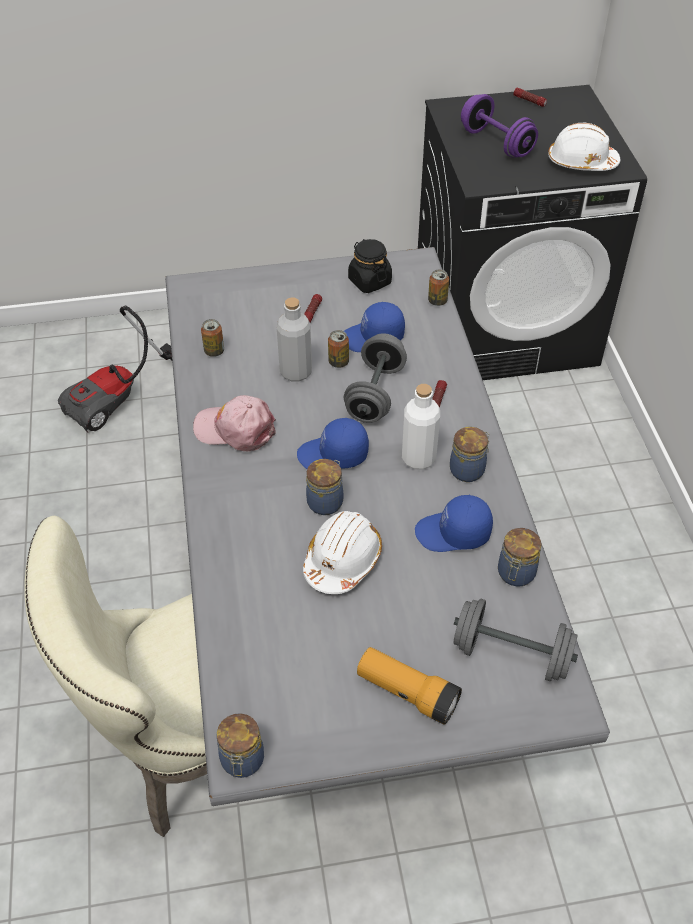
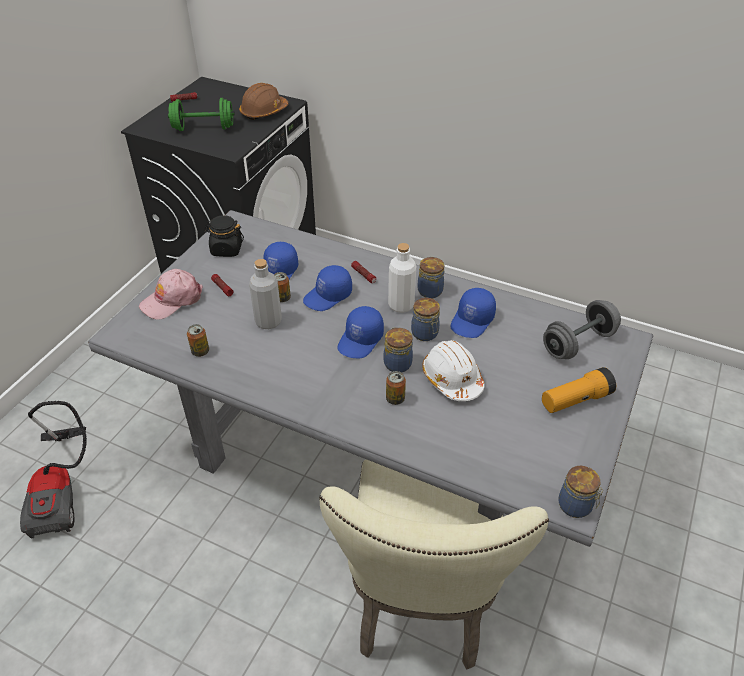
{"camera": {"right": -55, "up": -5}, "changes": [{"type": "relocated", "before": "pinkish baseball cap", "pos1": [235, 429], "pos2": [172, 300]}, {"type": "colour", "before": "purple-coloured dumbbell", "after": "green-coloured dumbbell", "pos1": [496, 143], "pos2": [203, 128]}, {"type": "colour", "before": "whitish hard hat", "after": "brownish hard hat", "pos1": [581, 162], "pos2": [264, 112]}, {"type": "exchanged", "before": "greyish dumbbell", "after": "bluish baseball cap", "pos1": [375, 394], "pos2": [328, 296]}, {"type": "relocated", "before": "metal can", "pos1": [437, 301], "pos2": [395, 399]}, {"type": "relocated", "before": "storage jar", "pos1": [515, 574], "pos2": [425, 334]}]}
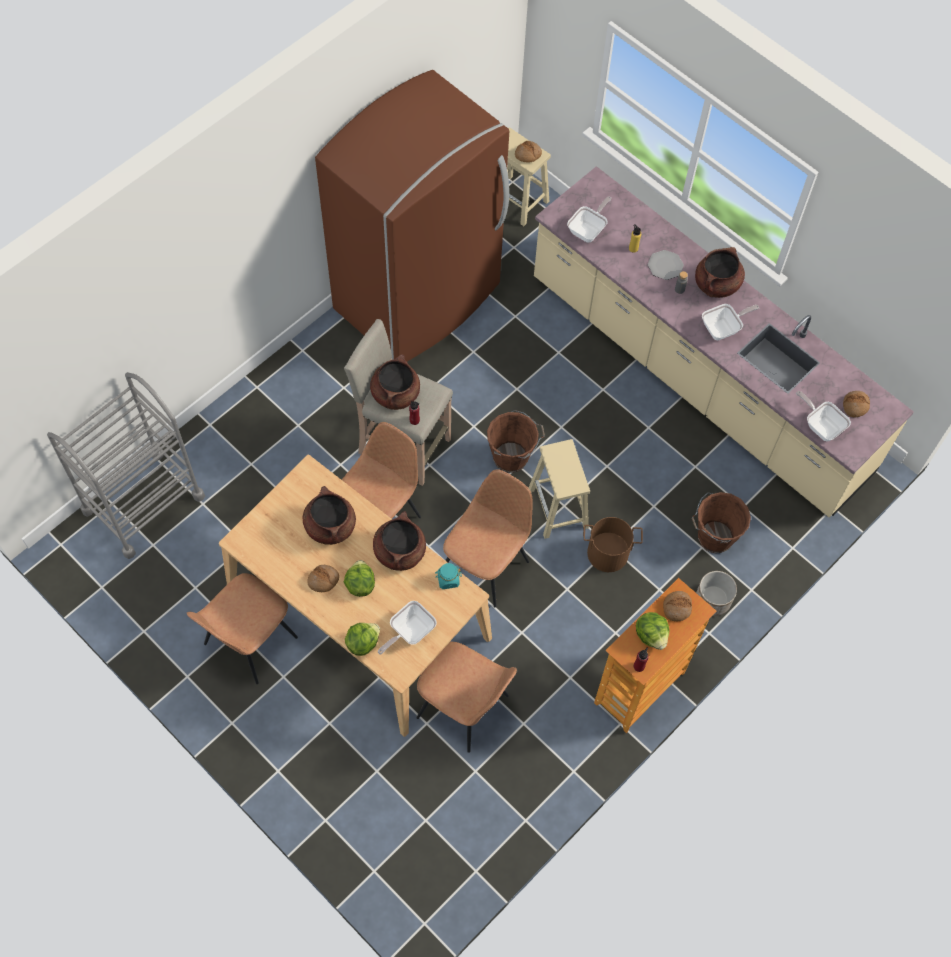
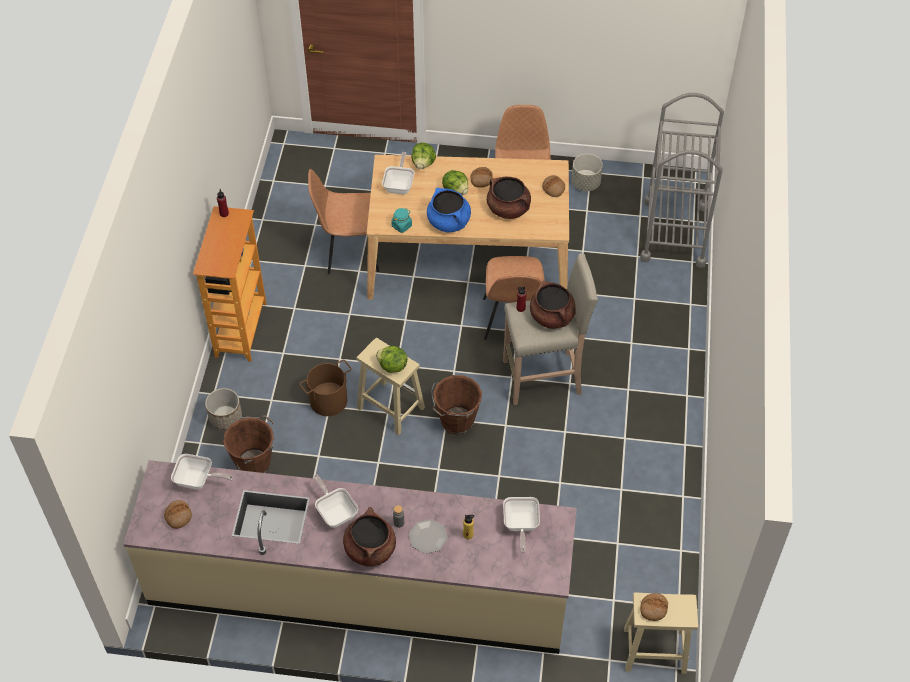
{"camera": {"right": 145, "up": -10}, "changes": [{"type": "spun", "before": "pan", "pos1": [723, 328], "pos2": [335, 512], "turn": 120}, {"type": "relocated", "before": "lettuce", "pos1": [651, 635], "pos2": [392, 366]}, {"type": "colour", "before": "brownish stockpot", "after": "bluish stockpot", "pos1": [399, 551], "pos2": [449, 222]}, {"type": "relocated", "before": "bread", "pos1": [677, 607], "pos2": [553, 188]}, {"type": "appeared", "after": "greyish planter", "pos2": [585, 184]}, {"type": "missing", "before": "brownish kitchen fridge", "pos1": [419, 298]}, {"type": "missing", "before": "brownish upright chair", "pos1": [486, 564]}]}
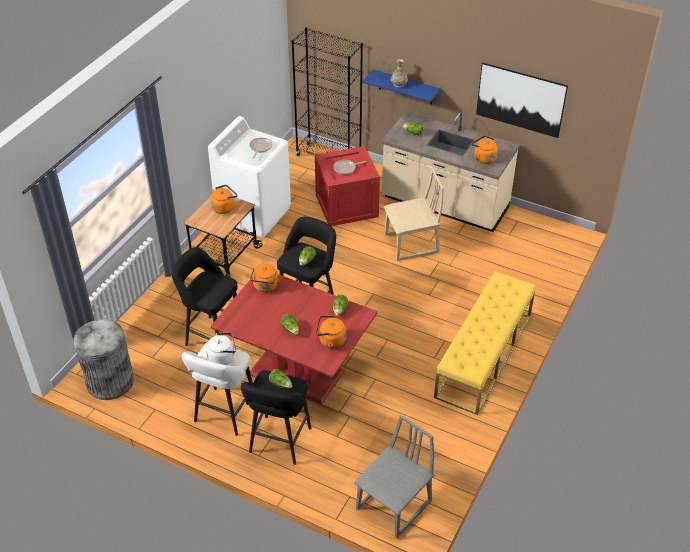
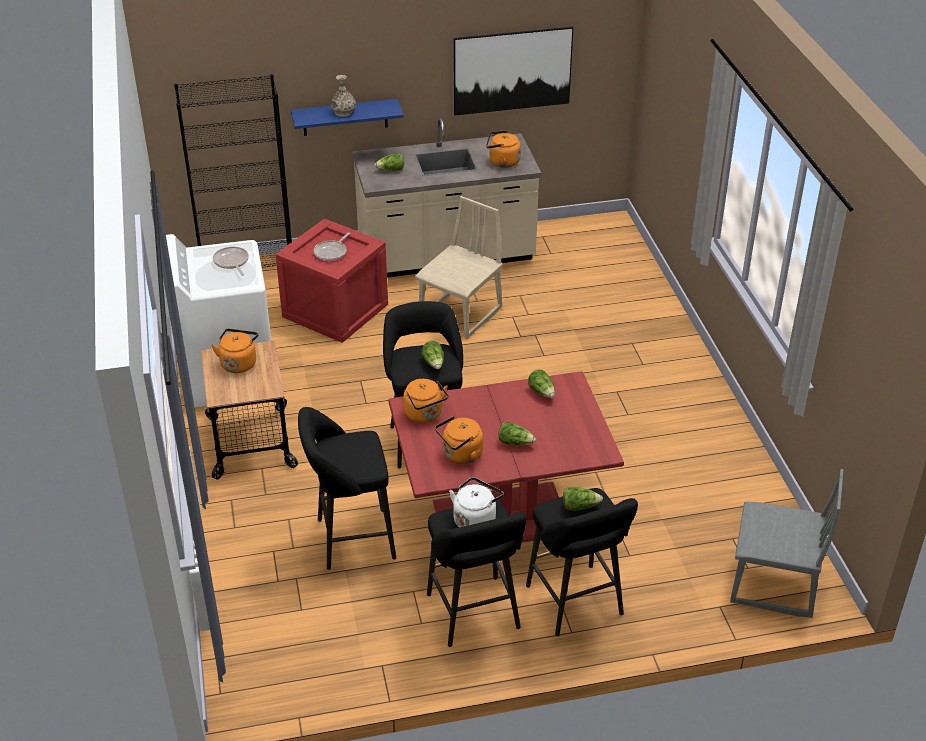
{"camera": {"right": -40, "up": -5}, "changes": [{"type": "colour", "before": "whitish sitting stool", "after": "black-coloured sitting stool", "pos1": [224, 414], "pos2": [475, 615]}, {"type": "relocated", "before": "orange-coloured water kettle", "pos1": [330, 341], "pos2": [460, 455]}, {"type": "spun", "before": "greyish upright chair", "pos1": [394, 506], "pos2": [773, 584], "turn": 105}, {"type": "missing", "before": "greyish waste bin", "pos1": [109, 381]}, {"type": "missing", "before": "yellow bench", "pos1": [484, 355]}]}
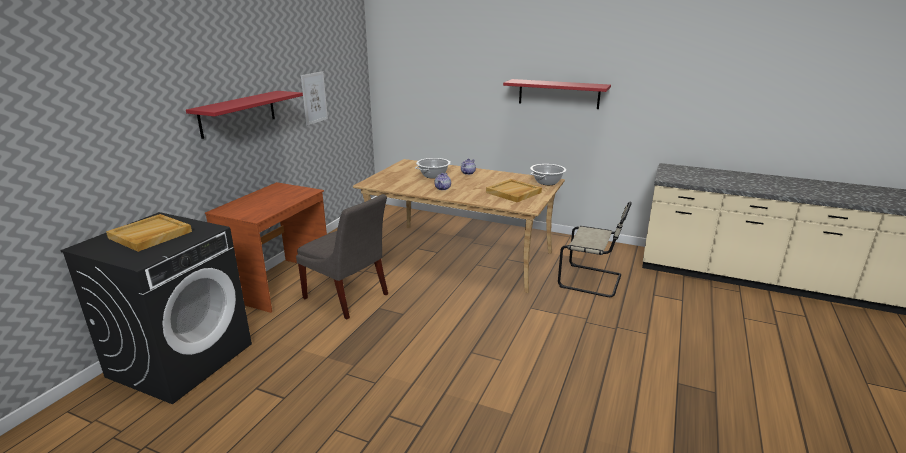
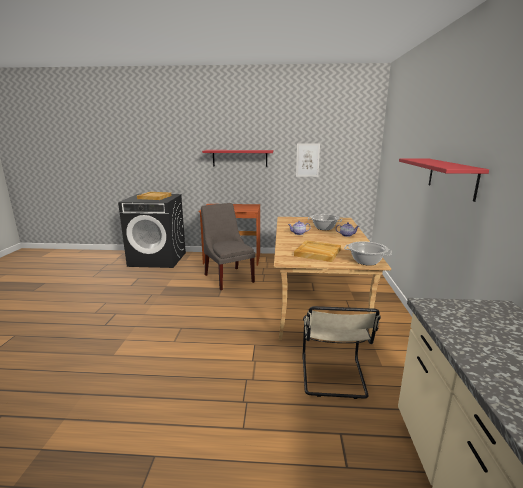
{"camera": {"right": 70, "up": -5}, "changes": [{"type": "spun", "before": "greyish upright chair", "pos1": [348, 298], "pos2": [228, 277], "turn": 135}]}
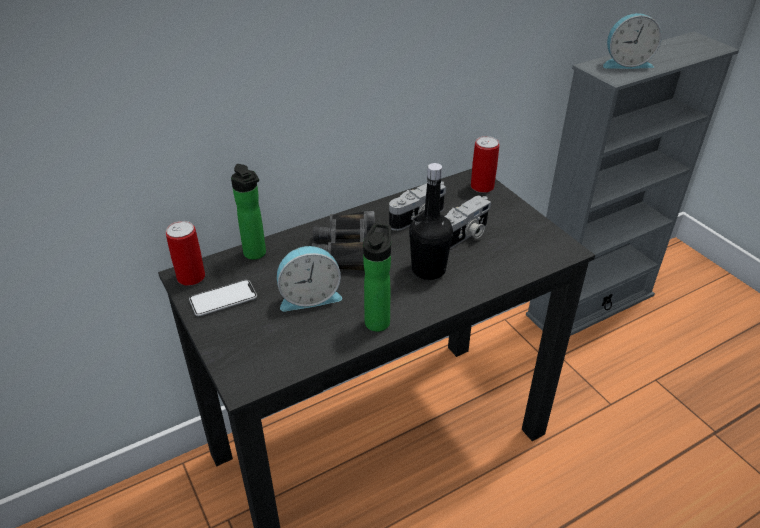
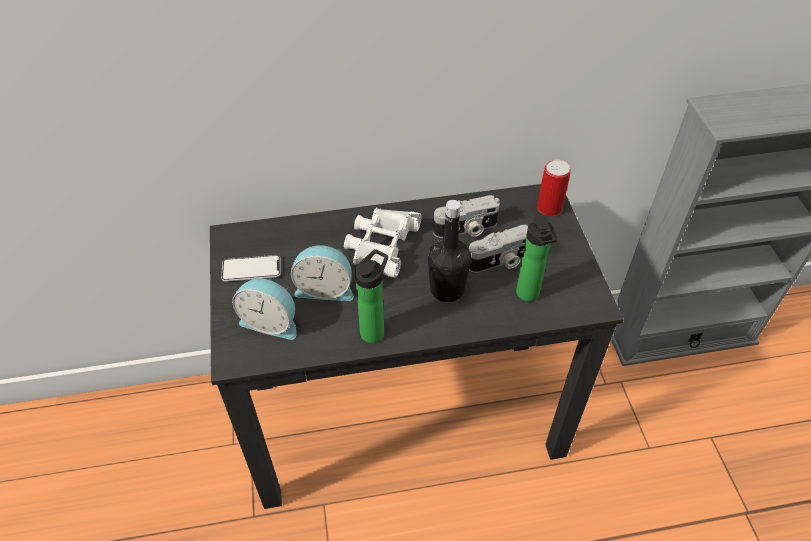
{"camera": {"right": 20, "up": 10}, "changes": [{"type": "relocated", "before": "bedside clock", "pos1": [626, 63], "pos2": [271, 322]}, {"type": "colour", "before": "black-coloured field glasses", "after": "whitish field glasses", "pos1": [345, 248], "pos2": [381, 244]}, {"type": "relocated", "before": "drink bottle", "pos1": [256, 255], "pos2": [528, 296]}, {"type": "missing", "before": "metal can", "pos1": [191, 277]}]}
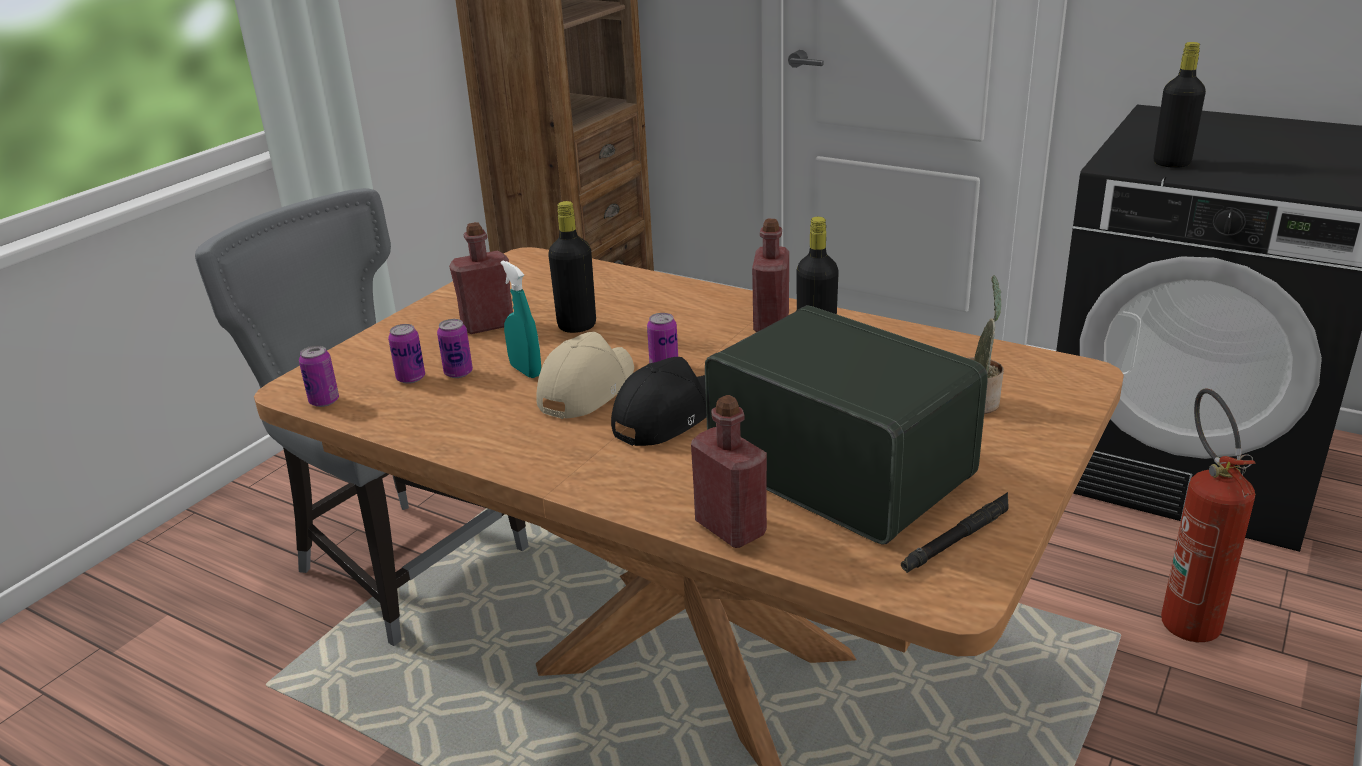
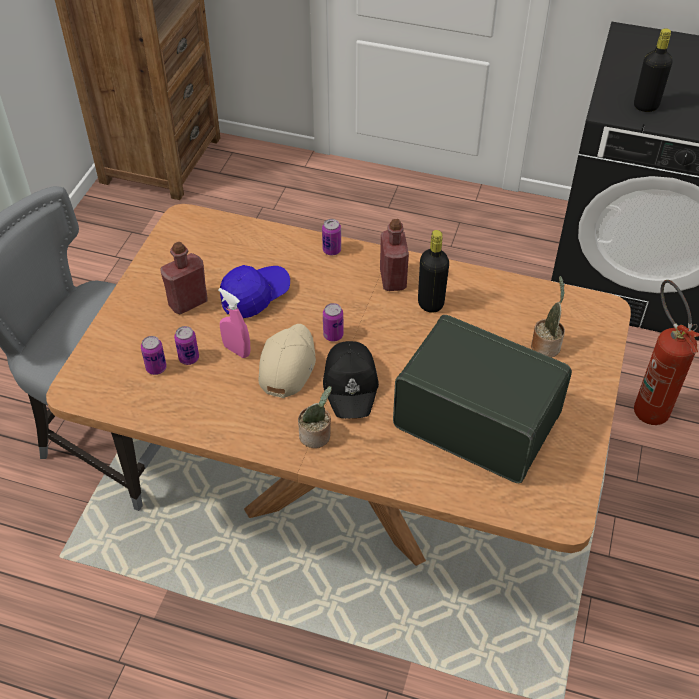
{"camera": {"right": -15, "up": 20}, "changes": [{"type": "colour", "before": "turquoise-coloured spray bottle", "after": "pinkish spray bottle", "pos1": [525, 370], "pos2": [236, 350]}, {"type": "exchanged", "before": "black-coloured drink bottle", "after": "bluish baseball cap", "pos1": [577, 326], "pos2": [255, 296]}, {"type": "appeared", "after": "potted plant", "pos2": [317, 436]}, {"type": "relocated", "before": "metal can", "pos1": [324, 401], "pos2": [331, 250]}, {"type": "spun", "before": "black-coloured baseball cap", "pos1": [666, 415], "pos2": [351, 385], "turn": 150}, {"type": "missing", "before": "red drink bottle", "pos1": [730, 528]}, {"type": "missing", "before": "black-coloured flashlight", "pos1": [958, 538]}]}
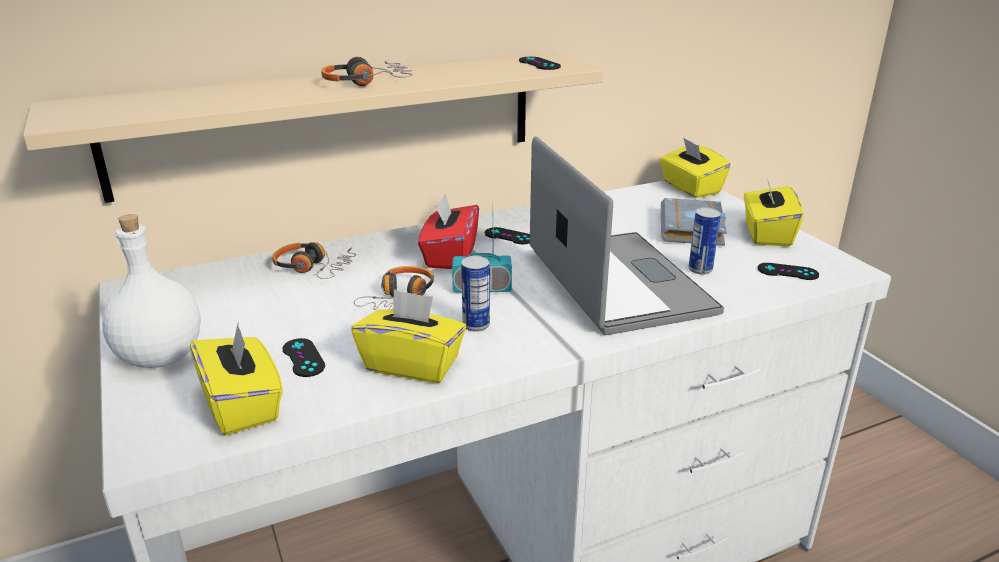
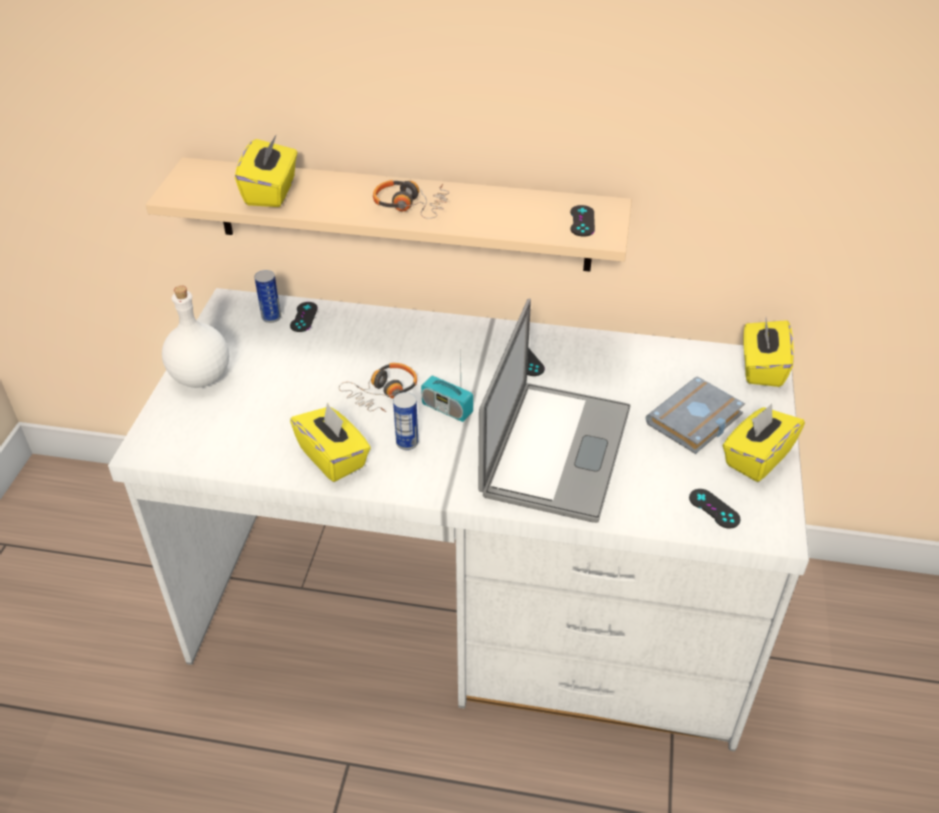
{"camera": {"right": 35, "up": 15}, "changes": [{"type": "relocated", "before": "yellow tissue box", "pos1": [243, 405], "pos2": [271, 192]}, {"type": "relocated", "before": "metal can", "pos1": [700, 269], "pos2": [271, 317]}, {"type": "relocated", "before": "black-coloured game controller", "pos1": [303, 358], "pos2": [304, 317]}, {"type": "missing", "before": "headset", "pos1": [314, 268]}, {"type": "missing", "before": "red tissue box", "pos1": [450, 256]}]}
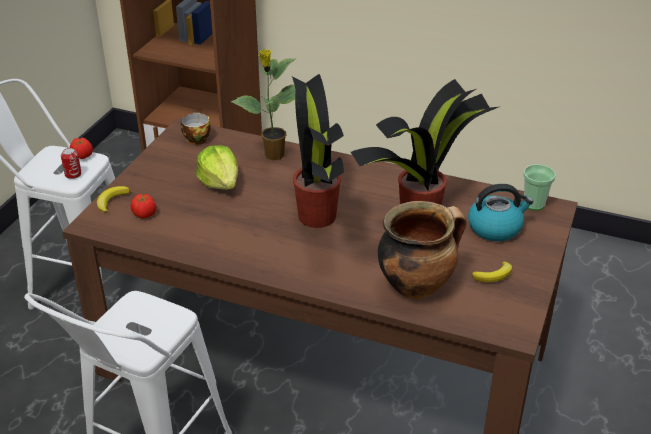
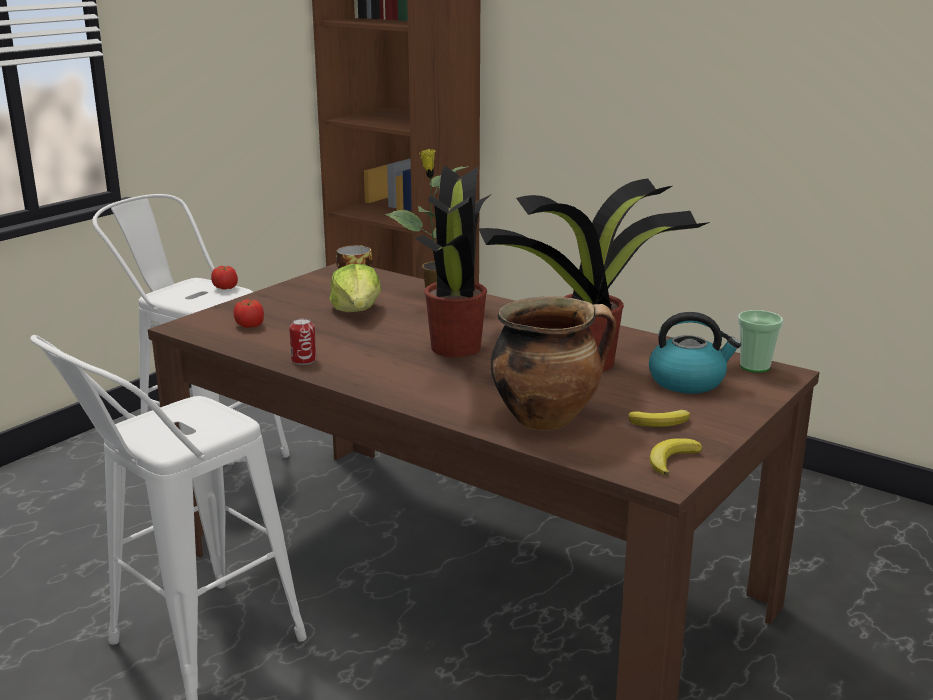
{"camera": {"right": 15, "up": -15}, "changes": [{"type": "relocated", "before": "metal can", "pos1": [73, 174], "pos2": [304, 360]}, {"type": "relocated", "before": "banana fruit", "pos1": [111, 201], "pos2": [671, 460]}]}
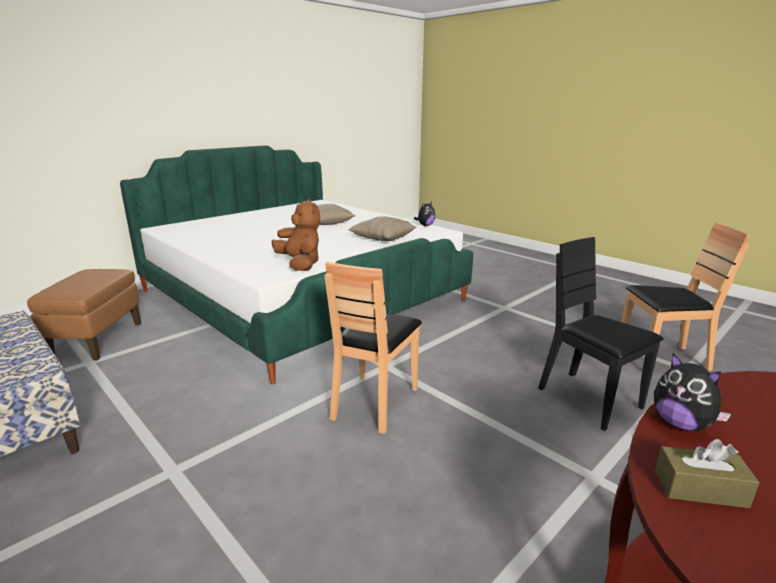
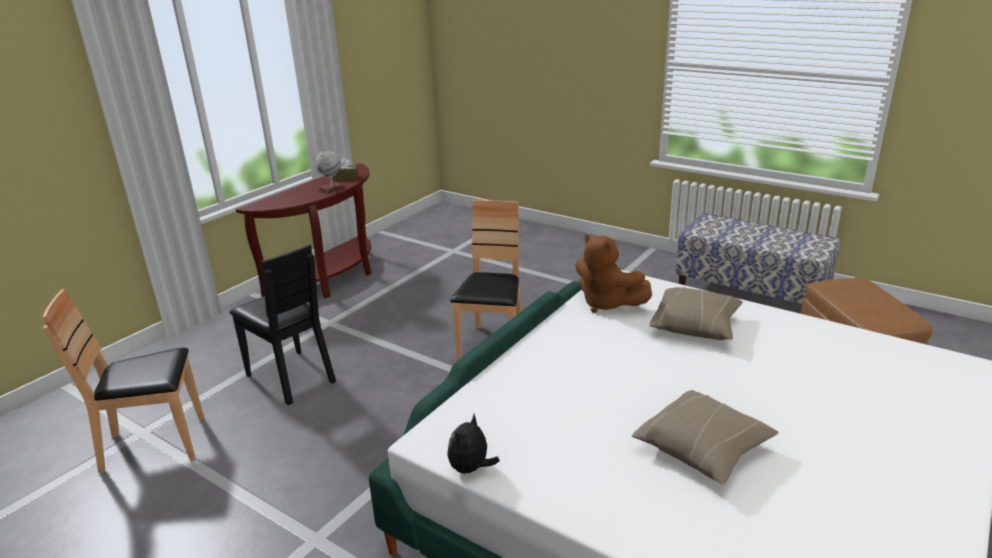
{"camera": {"right": 170, "up": 5}, "changes": [{"type": "exchanged", "before": "cuddly toy", "after": "desk globe", "pos1": [681, 424], "pos2": [332, 189]}, {"type": "relocated", "before": "beige pillow", "pos1": [382, 238], "pos2": [695, 326]}]}
